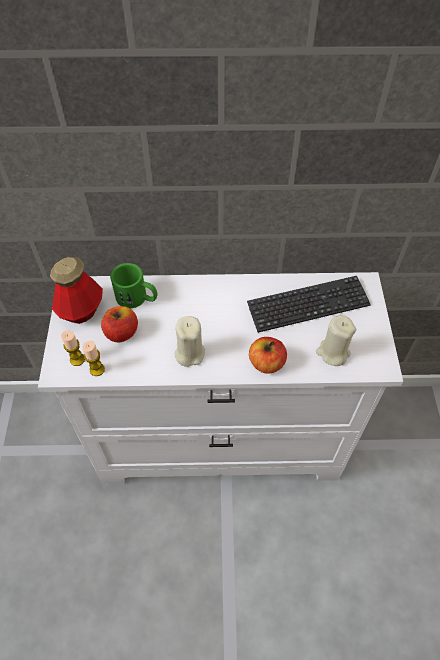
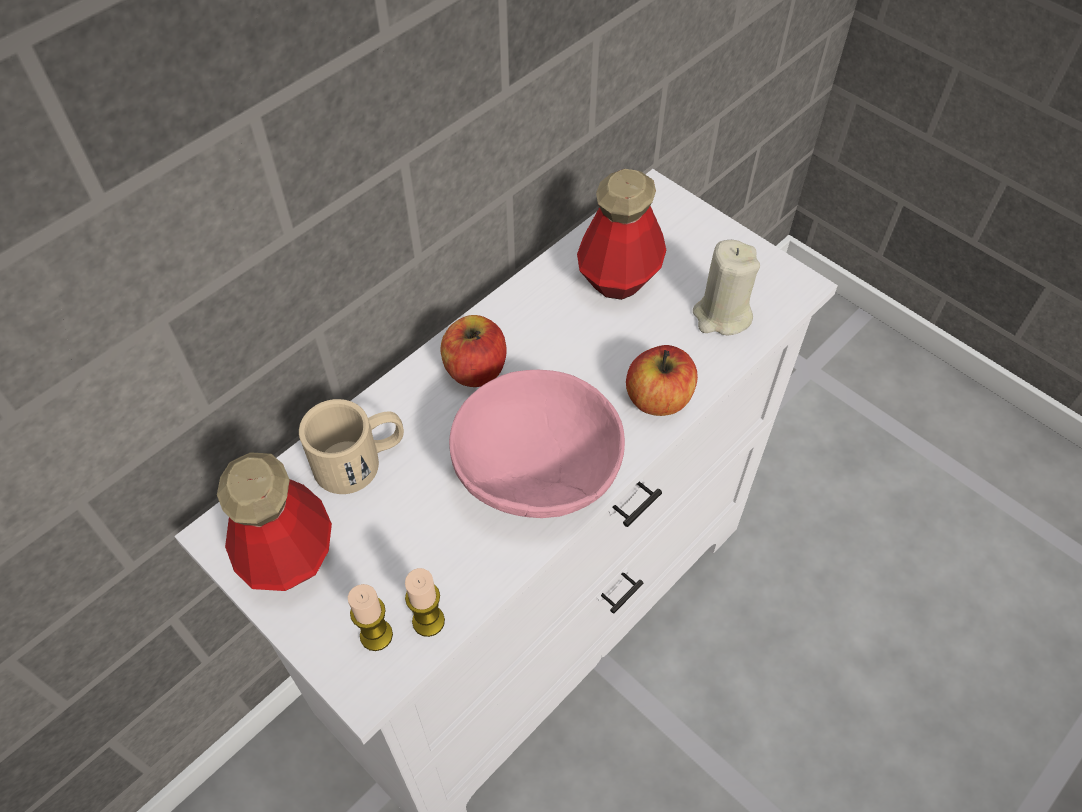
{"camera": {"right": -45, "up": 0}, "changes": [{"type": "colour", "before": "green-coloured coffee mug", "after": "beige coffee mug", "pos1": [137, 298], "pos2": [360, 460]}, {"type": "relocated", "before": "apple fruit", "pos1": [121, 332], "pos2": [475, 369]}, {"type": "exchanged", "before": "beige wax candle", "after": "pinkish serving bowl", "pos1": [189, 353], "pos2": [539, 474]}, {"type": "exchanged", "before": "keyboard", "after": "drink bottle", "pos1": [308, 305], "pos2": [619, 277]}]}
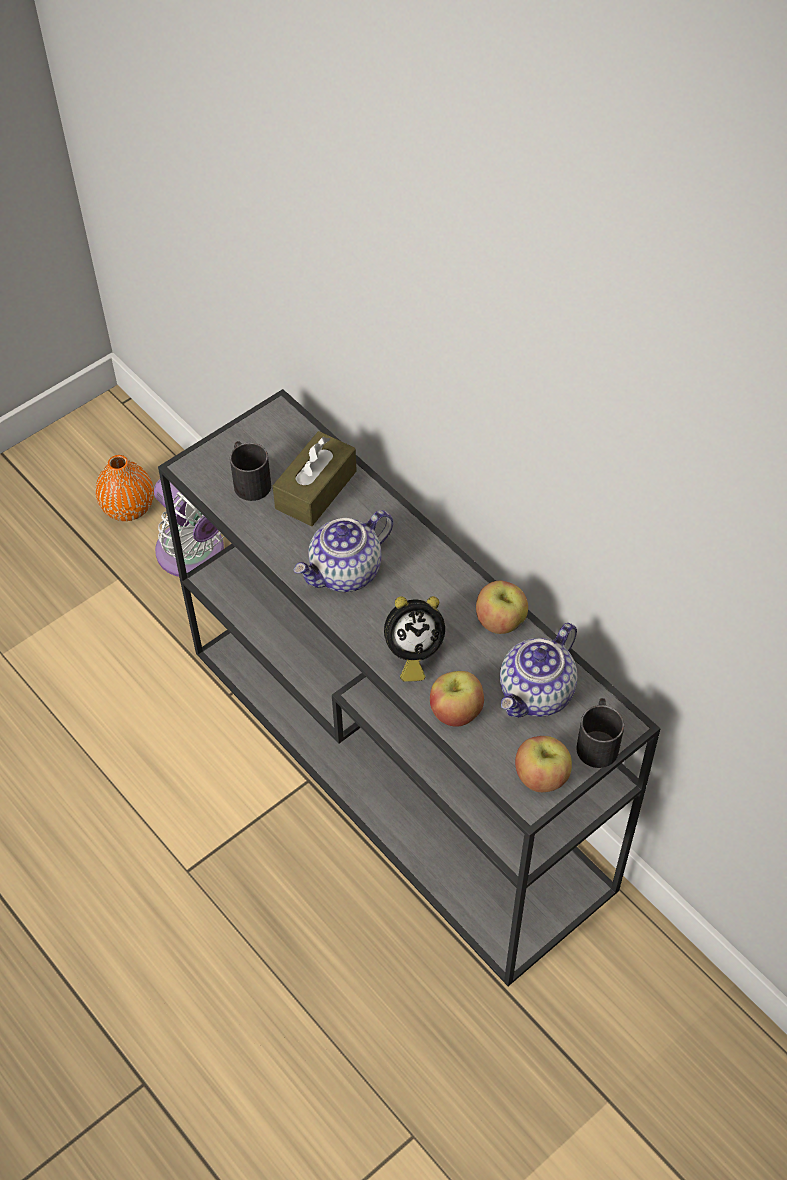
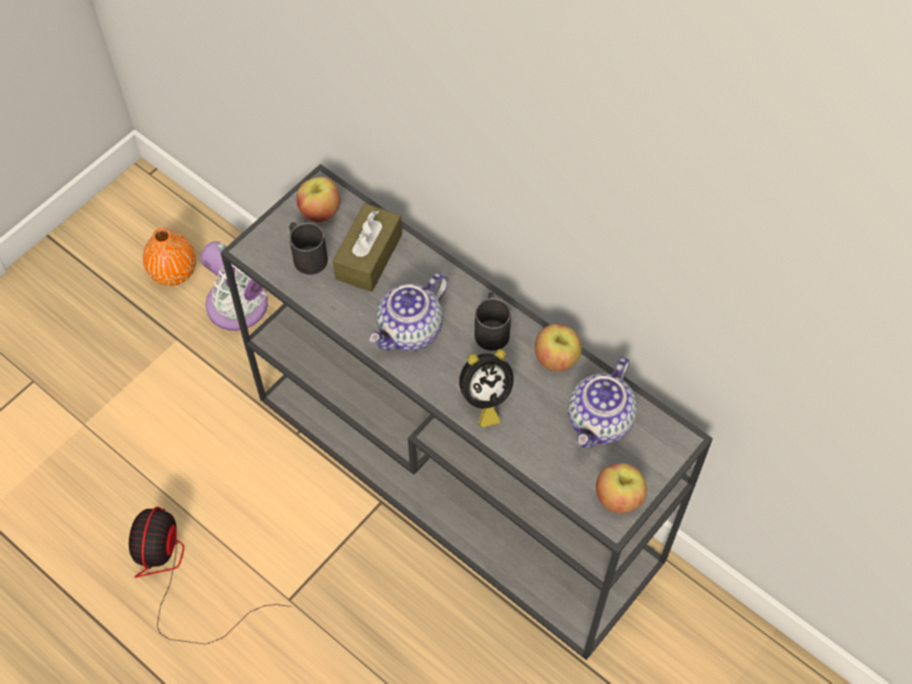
{"camera": {"right": -10, "up": 5}, "changes": [{"type": "appeared", "after": "cooling fan", "pos2": [178, 577]}, {"type": "relocated", "before": "apple fruit", "pos1": [456, 711], "pos2": [320, 211]}, {"type": "relocated", "before": "black-coloured coffee mug", "pos1": [597, 741], "pos2": [491, 328]}]}
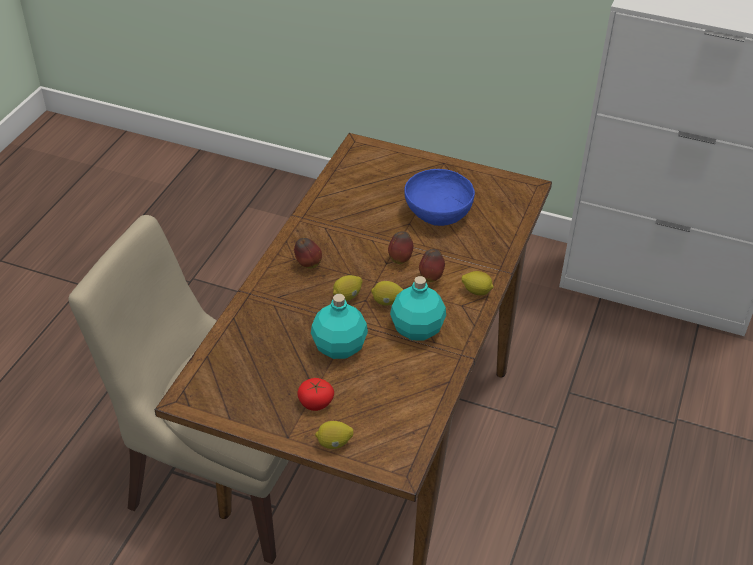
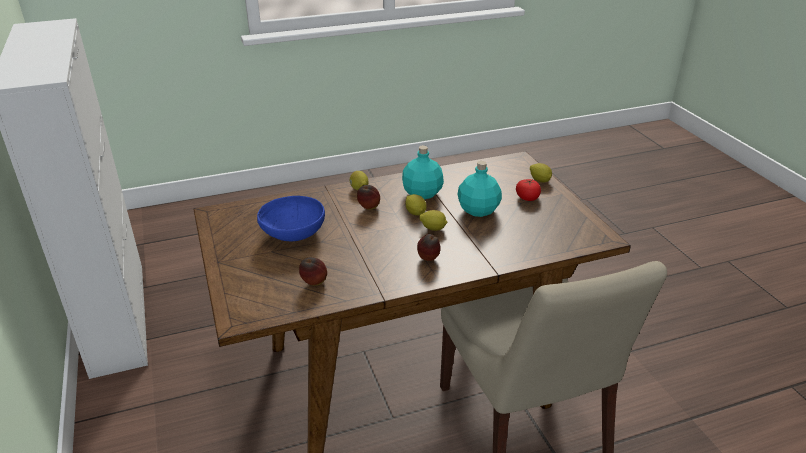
{"camera": {"right": -130, "up": -10}, "changes": [{"type": "relocated", "before": "apple fruit", "pos1": [400, 259], "pos2": [314, 283]}]}
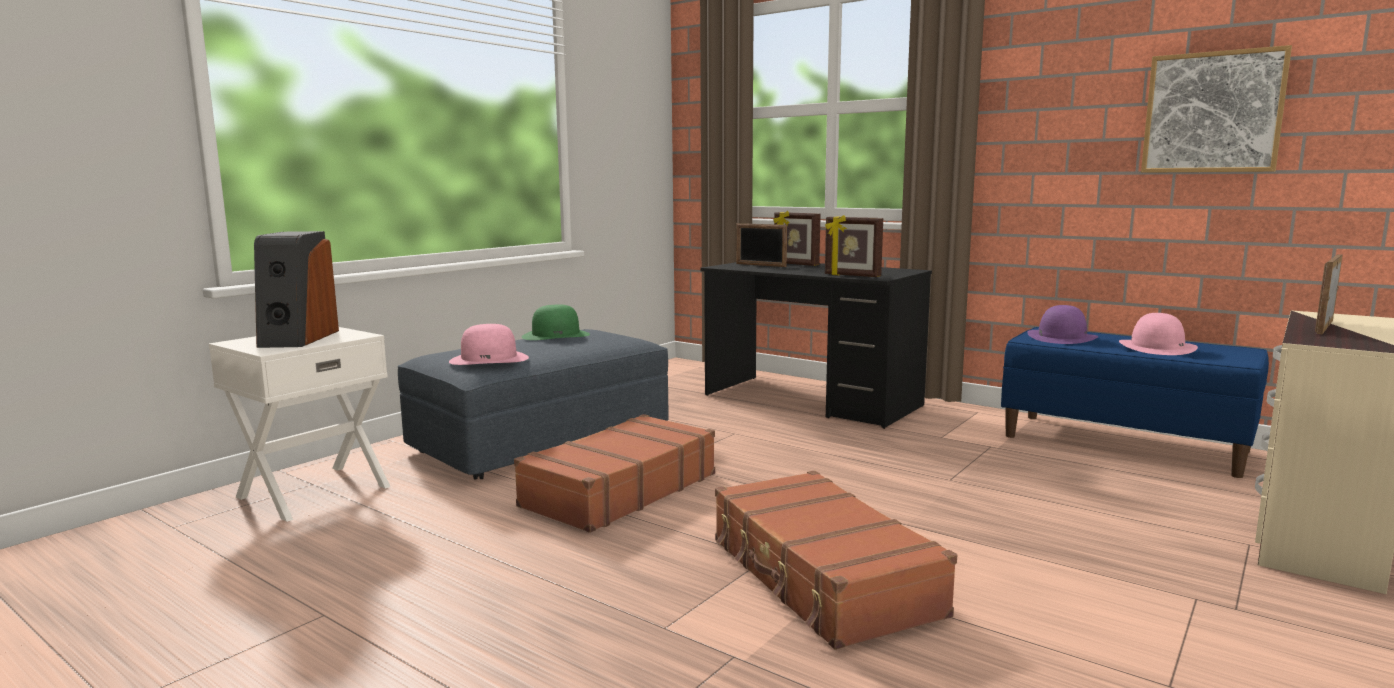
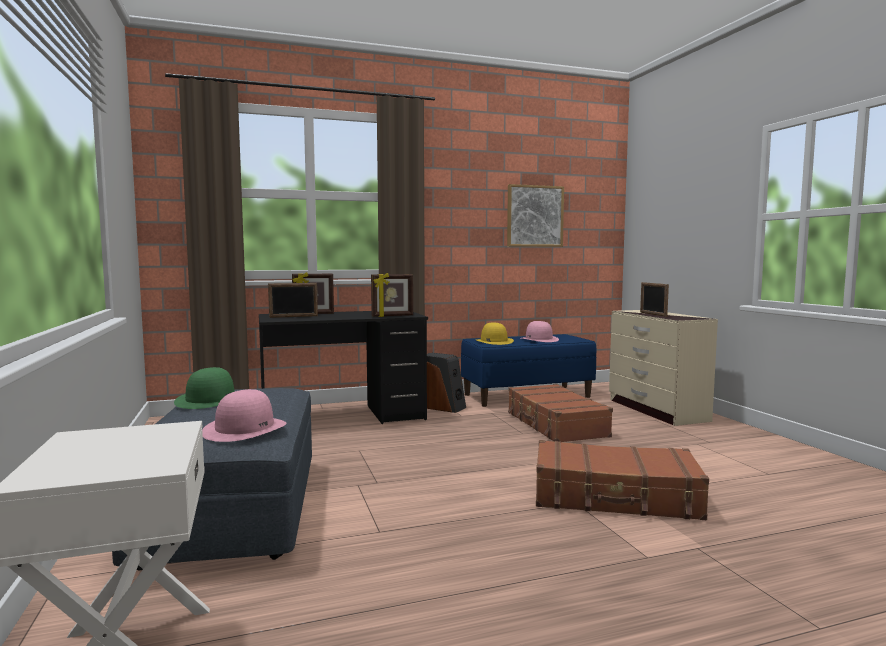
{"camera": {"right": -55, "up": -5}, "changes": [{"type": "relocated", "before": "audio speaker", "pos1": [298, 338], "pos2": [442, 407]}, {"type": "colour", "before": "purple-coloured wearable hat", "after": "yellow wearable hat", "pos1": [1061, 337], "pos2": [493, 341]}, {"type": "relocated", "before": "brownish piece of luggage", "pos1": [619, 490], "pos2": [555, 425]}]}
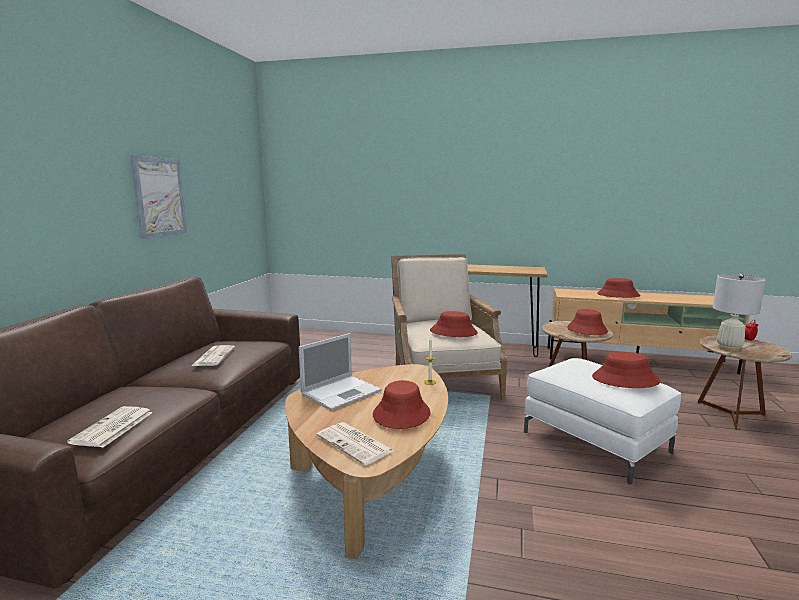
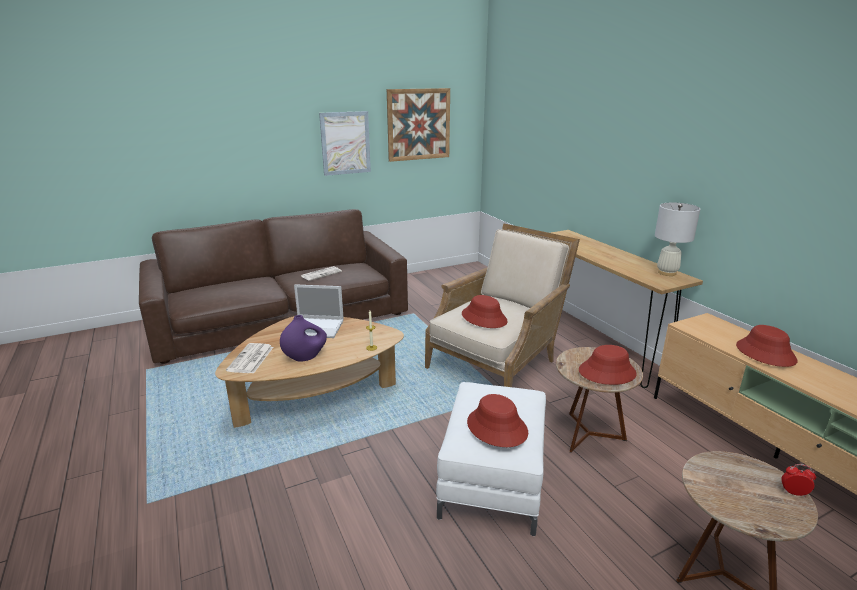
{"camera": {"right": 50, "up": 10}, "changes": [{"type": "exchanged", "before": "red wearable hat", "after": "purple-coloured vase", "pos1": [401, 414], "pos2": [305, 357]}, {"type": "appeared", "after": "wall art", "pos2": [418, 124]}, {"type": "relocated", "before": "whitish tabletop lamp", "pos1": [728, 348], "pos2": [667, 273]}, {"type": "missing", "before": "printed paper", "pos1": [112, 428]}]}
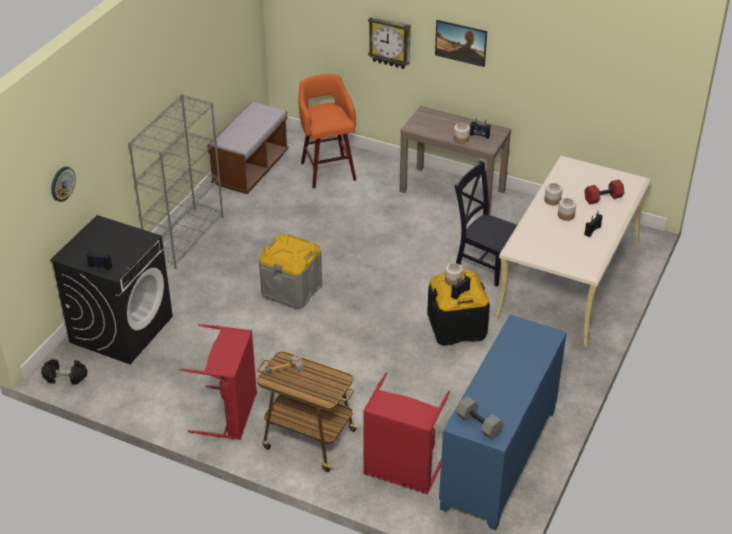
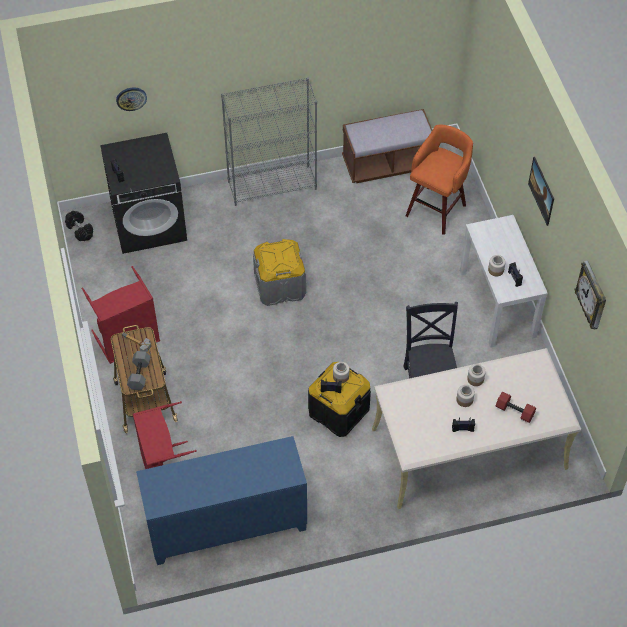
{"camera": {"right": 50, "up": 15}, "changes": [{"type": "relocated", "before": "greyish dumbbell", "pos1": [479, 424], "pos2": [140, 375]}, {"type": "colour", "before": "brownish hall table", "after": "whitish hall table", "pos1": [452, 191], "pos2": [497, 303]}, {"type": "relocated", "before": "clock on the wall", "pos1": [390, 42], "pos2": [592, 296]}]}
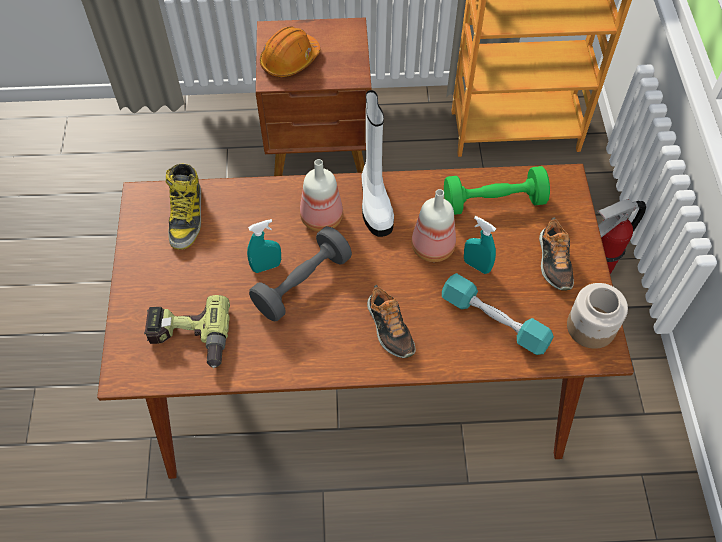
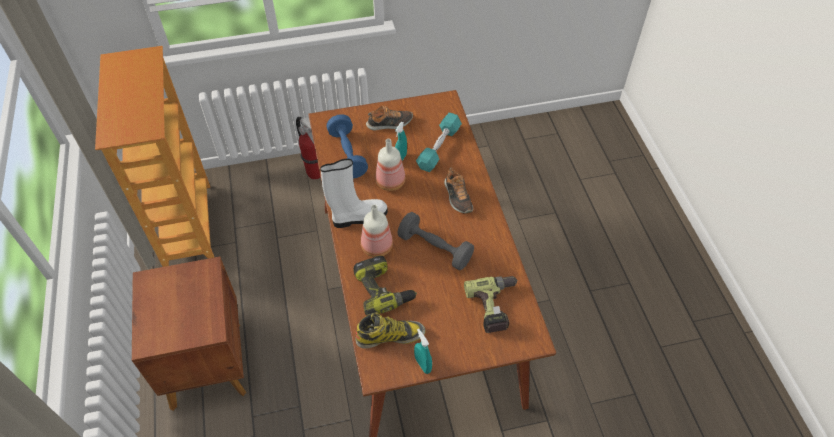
{"camera": {"right": -100, "up": -5}, "changes": [{"type": "colour", "before": "green-coloured dumbbell", "after": "bluish dumbbell", "pos1": [493, 202], "pos2": [347, 154]}, {"type": "appeared", "after": "power drill", "pos2": [383, 290]}, {"type": "relocated", "before": "turquoise-coloured spray bottle", "pos1": [266, 266], "pos2": [423, 364]}, {"type": "spun", "before": "item of footwear", "pos1": [389, 328], "pos2": [457, 197], "turn": 105}, {"type": "missing", "before": "orange-coloured hard hat", "pos1": [290, 60]}, {"type": "missing", "before": "storage jar", "pos1": [590, 327]}]}
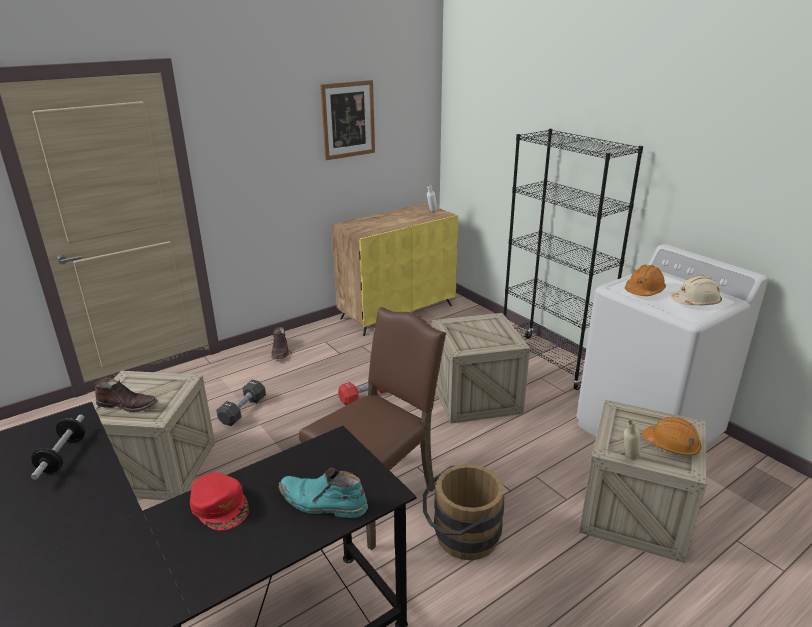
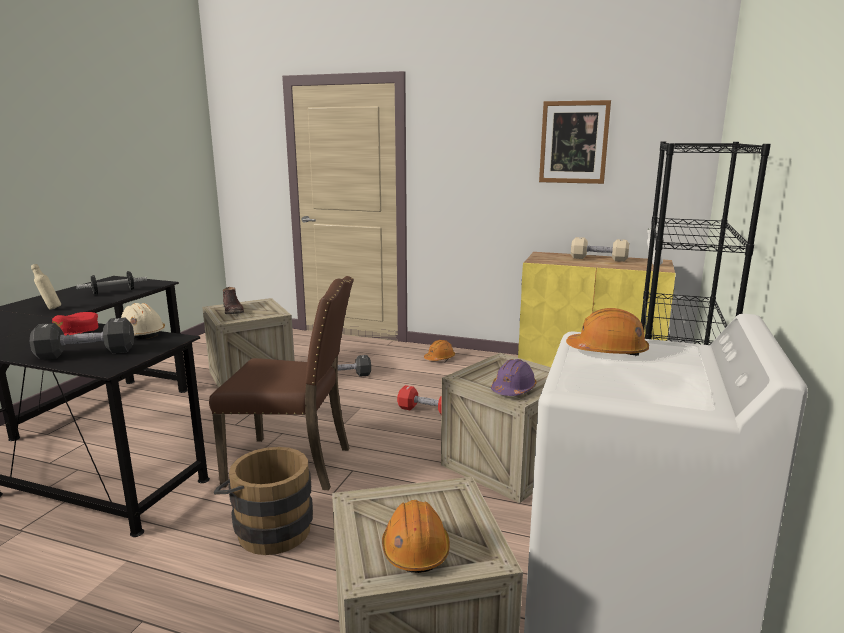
{"camera": {"right": 55, "up": -10}, "changes": [{"type": "exchanged", "before": "turquoise-coloured high-top boot", "after": "black-coloured dumbbell", "pos1": [322, 503], "pos2": [86, 353]}, {"type": "relocated", "before": "beige drink bottle", "pos1": [628, 459], "pos2": [50, 309]}, {"type": "relocated", "before": "beige hard hat", "pos1": [695, 302], "pos2": [141, 333]}, {"type": "exchanged", "before": "brownish high-top boot", "after": "orange-coloured hard hat", "pos1": [280, 351], "pos2": [439, 358]}, {"type": "appeared", "after": "purple-coloured hard hat", "pos2": [513, 389]}, {"type": "appeared", "after": "beige dumbbell", "pos2": [598, 259]}]}
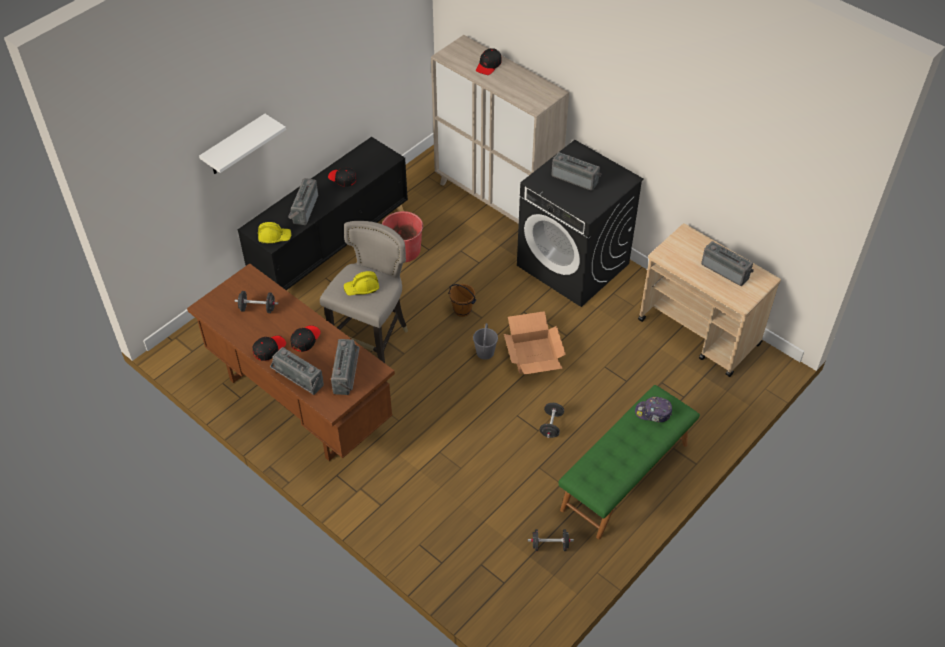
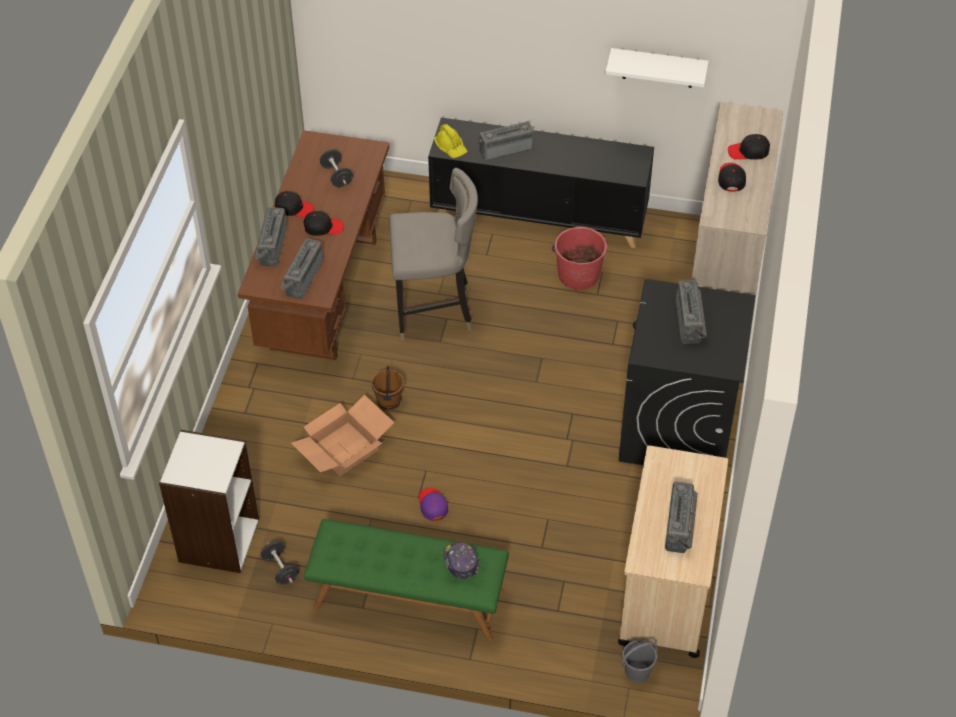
{"camera": {"right": 60, "up": 0}, "changes": [{"type": "appeared", "after": "whitish bookshelf", "pos2": [218, 540]}, {"type": "spun", "before": "radio receiver", "pos1": [347, 375], "pos2": [301, 277], "turn": 135}, {"type": "relocated", "before": "carton", "pos1": [534, 356], "pos2": [344, 450]}, {"type": "relocated", "before": "brownish water bucket", "pos1": [462, 310], "pos2": [389, 402]}, {"type": "exchanged", "before": "black-coloured dumbbell", "after": "purple-coloured baseball cap", "pos1": [551, 425], "pos2": [432, 505]}, {"type": "relocated", "before": "whitish wall shelf", "pos1": [235, 146], "pos2": [658, 68]}, {"type": "relocated", "before": "greyish water bucket", "pos1": [485, 353], "pos2": [637, 672]}, {"type": "relocated", "before": "black-coloured baseball cap", "pos1": [342, 179], "pos2": [731, 179]}, {"type": "missing", "before": "yellow hard hat", "pos1": [362, 288]}]}
